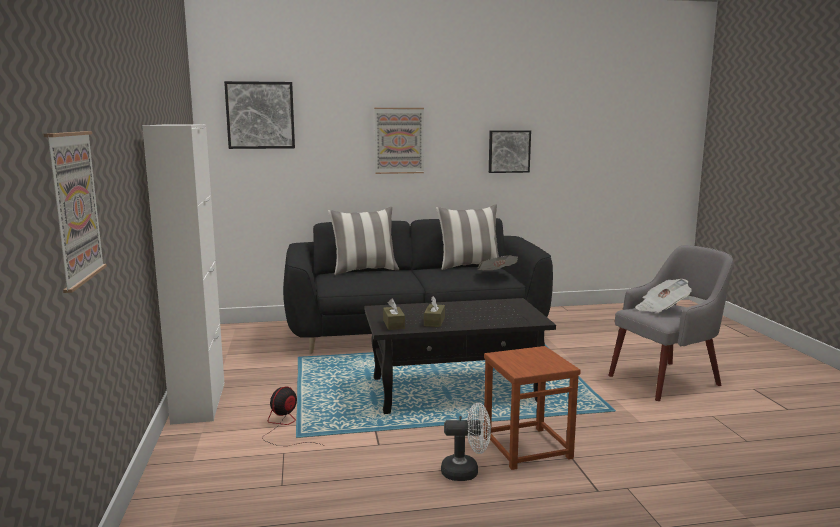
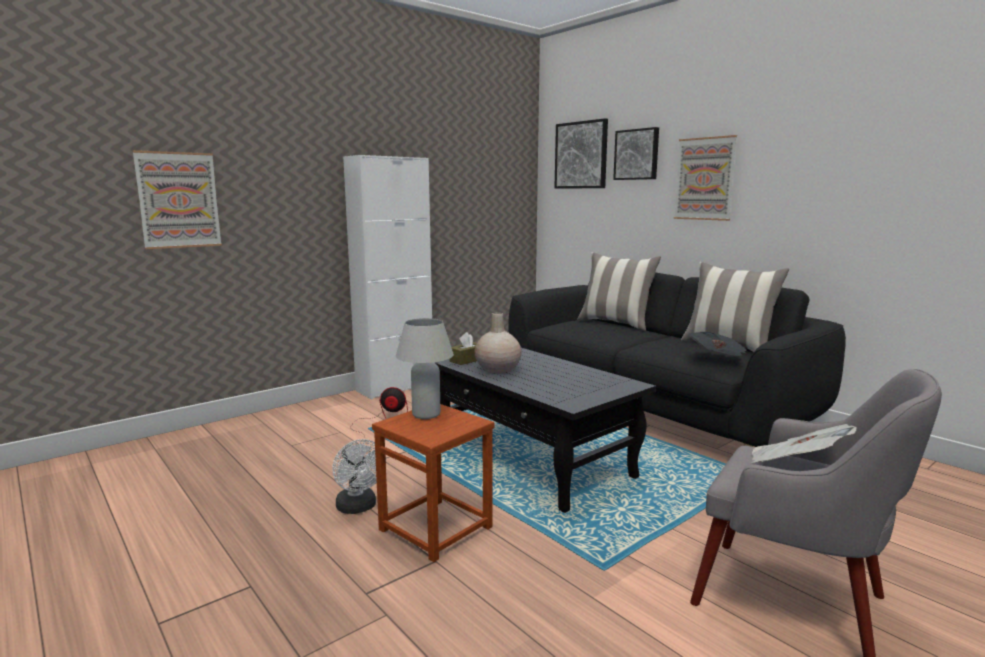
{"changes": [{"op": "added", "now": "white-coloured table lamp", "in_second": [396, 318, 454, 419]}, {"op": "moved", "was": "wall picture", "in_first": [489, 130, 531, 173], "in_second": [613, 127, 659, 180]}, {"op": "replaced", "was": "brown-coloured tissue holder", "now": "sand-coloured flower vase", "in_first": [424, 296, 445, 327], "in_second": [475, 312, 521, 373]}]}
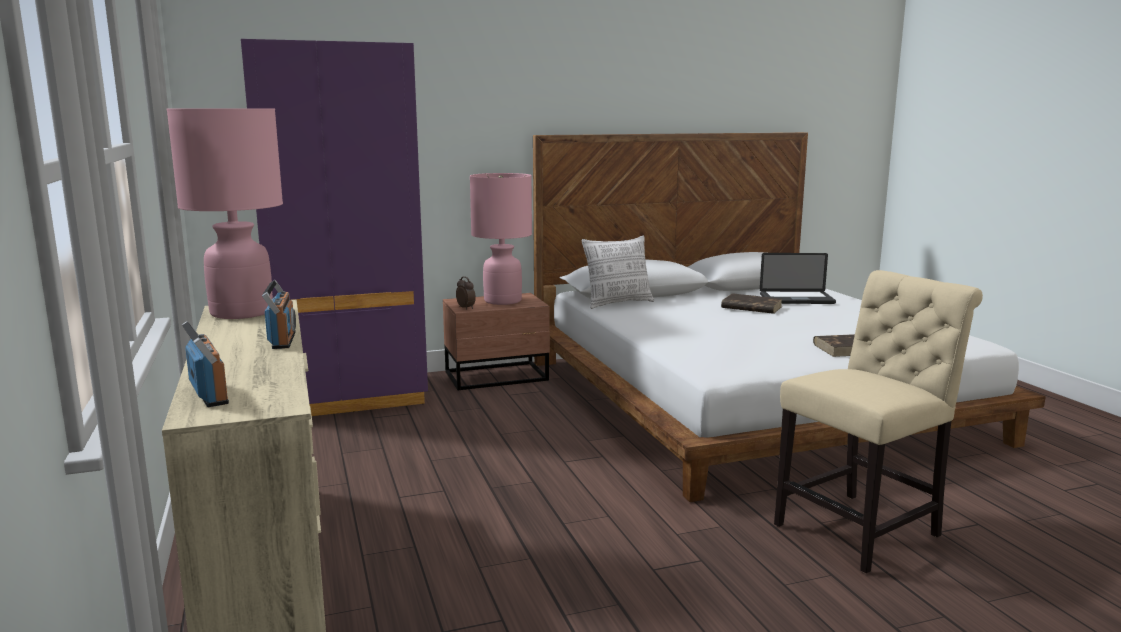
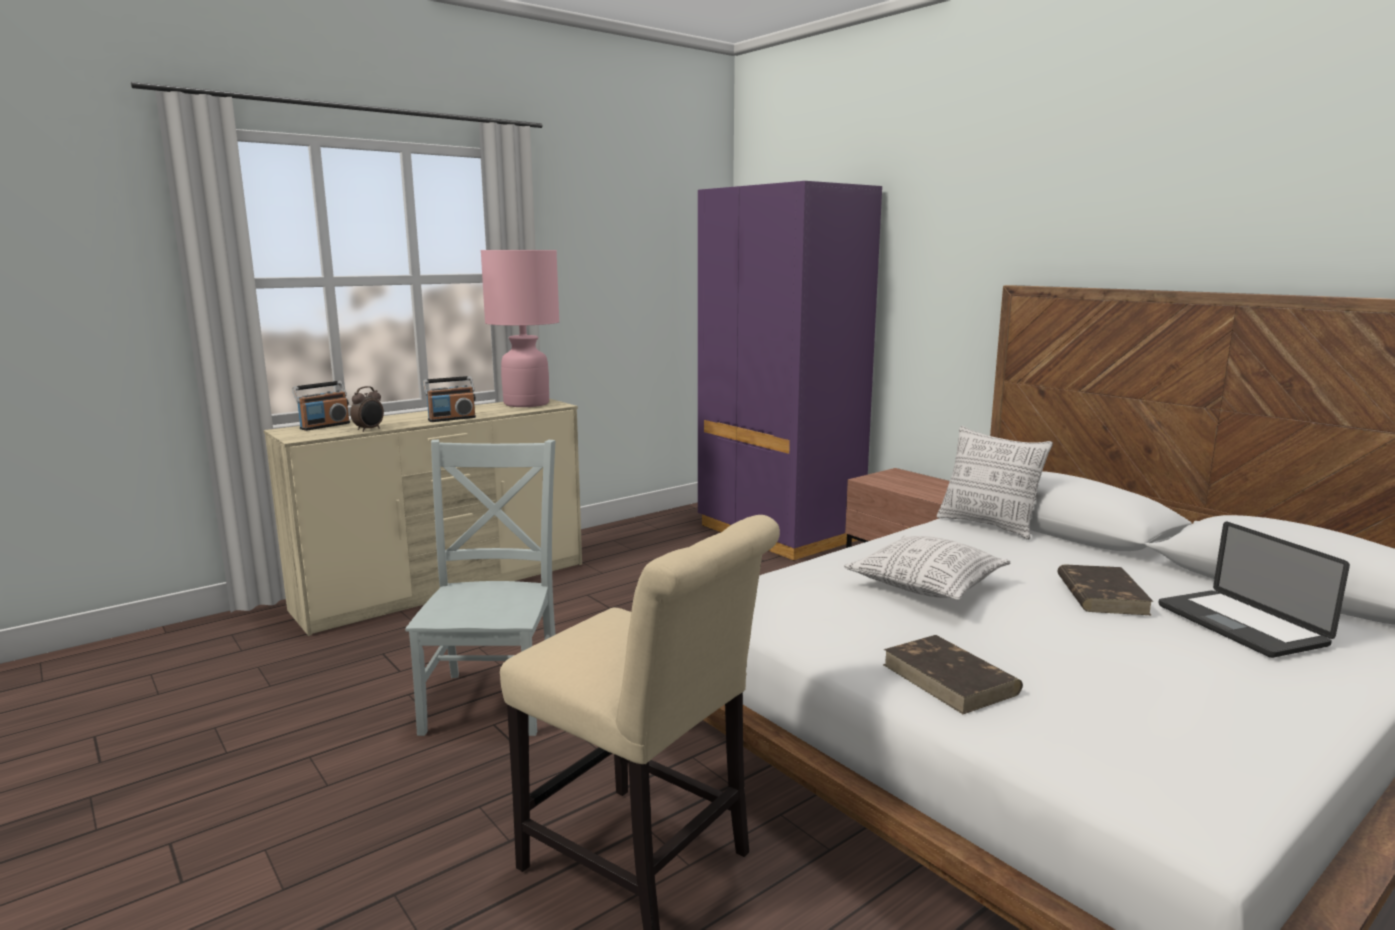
{"changes": [{"op": "removed", "was": "pinkish table lamp", "in_first": [470, 173, 532, 305]}, {"op": "added", "now": "grey chair", "in_second": [405, 440, 556, 736]}, {"op": "added", "now": "cushion", "in_second": [844, 536, 1011, 600]}, {"op": "moved", "was": "table clock", "in_first": [456, 276, 476, 309], "in_second": [350, 386, 384, 432]}]}
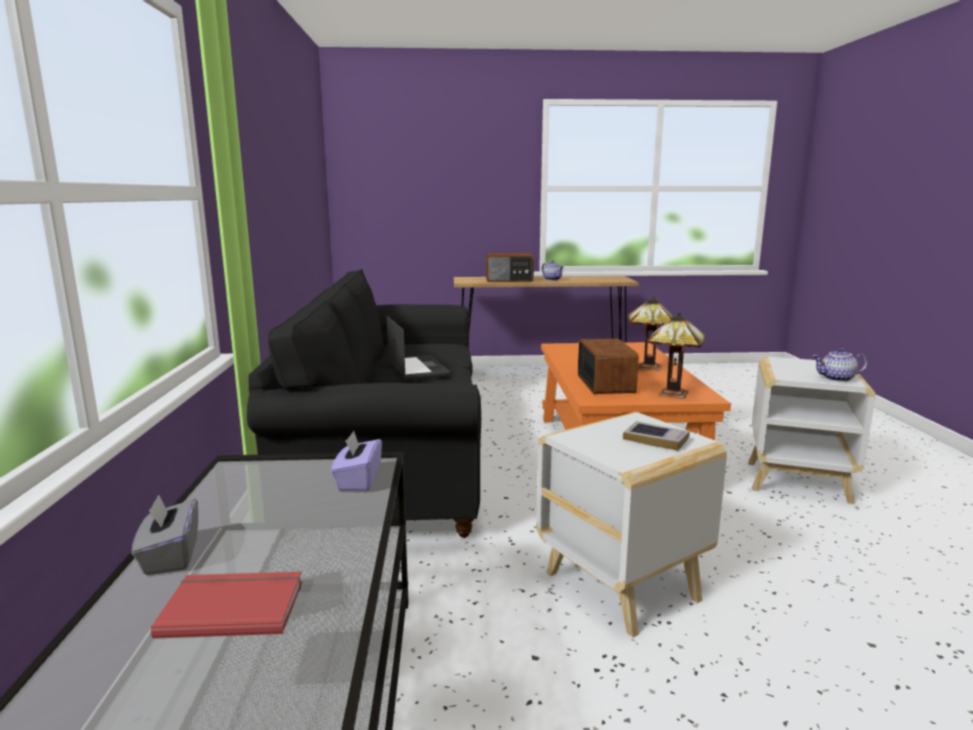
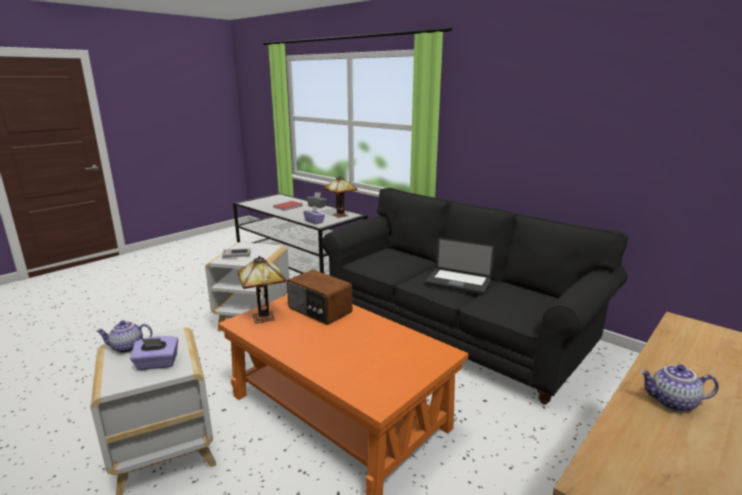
{"changes": [{"op": "removed", "was": "radio receiver", "in_first": [486, 253, 534, 282]}, {"op": "added", "now": "purple-coloured tissue holder", "in_second": [130, 336, 178, 370]}, {"op": "moved", "was": "table lamp", "in_first": [628, 296, 673, 371], "in_second": [324, 176, 357, 218]}, {"op": "turned", "was": "pot for tea", "in_first": [813, 348, 868, 382], "in_second": [96, 320, 152, 353], "clockwise": -150}]}
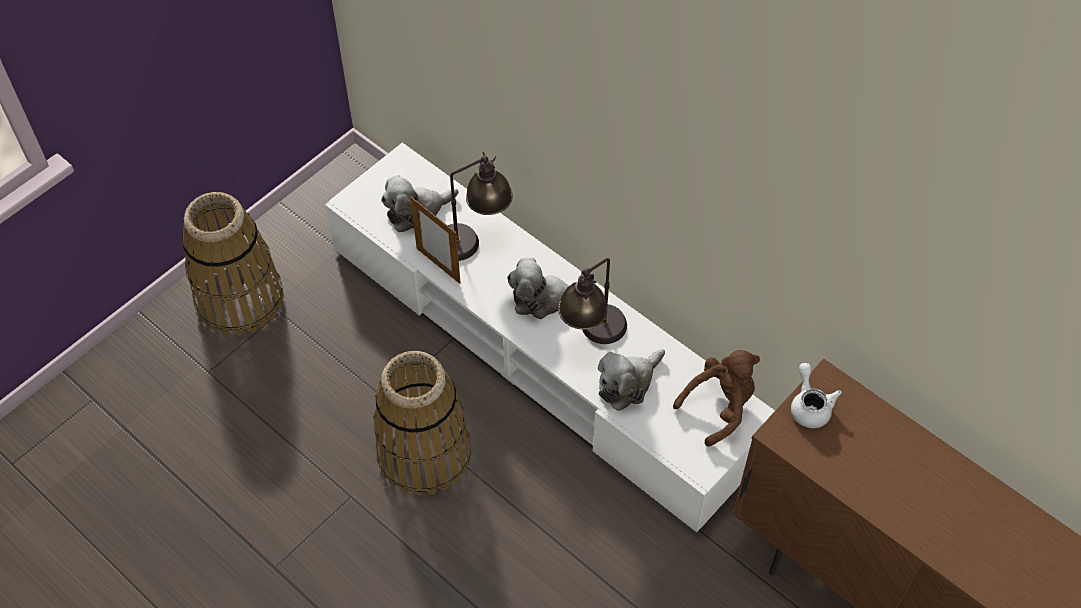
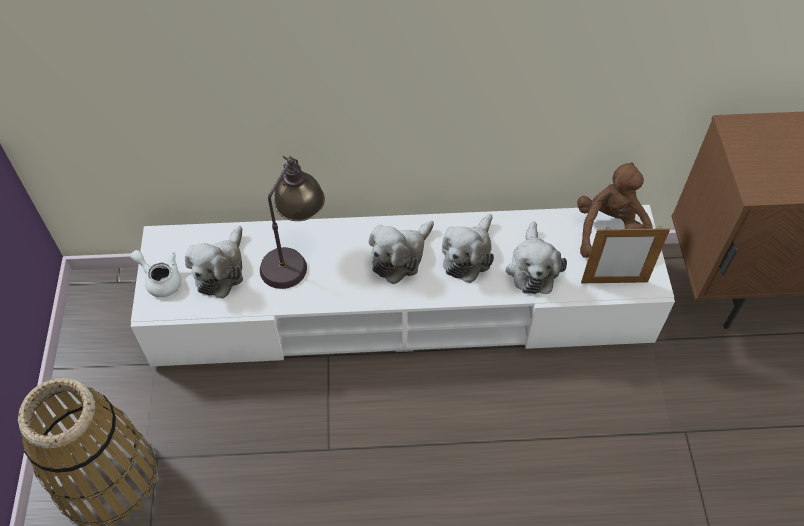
{"changes": [{"op": "removed", "was": "storage basket", "in_first": [374, 351, 471, 496]}, {"op": "moved", "was": "photo frame", "in_first": [410, 197, 461, 284], "in_second": [581, 226, 670, 283]}, {"op": "moved", "was": "white-coloured pot for tea", "in_first": [791, 363, 842, 428], "in_second": [130, 250, 182, 297]}, {"op": "replaced", "was": "table lamp", "now": "plush toy", "in_first": [558, 258, 627, 344], "in_second": [442, 214, 494, 283]}]}
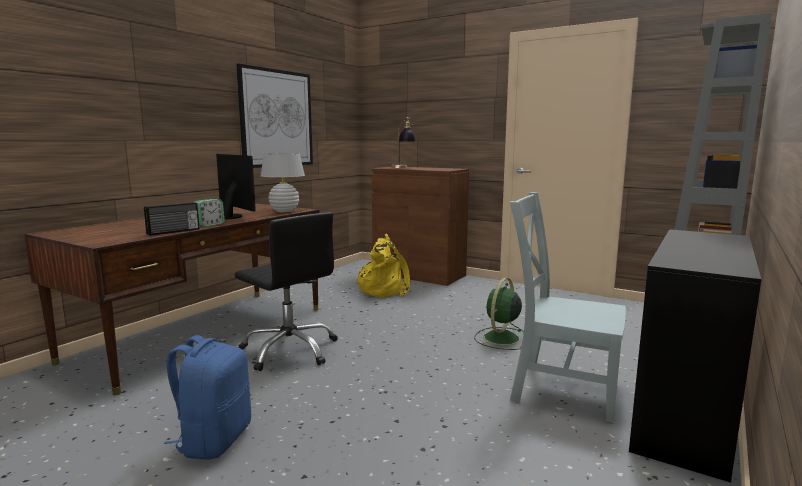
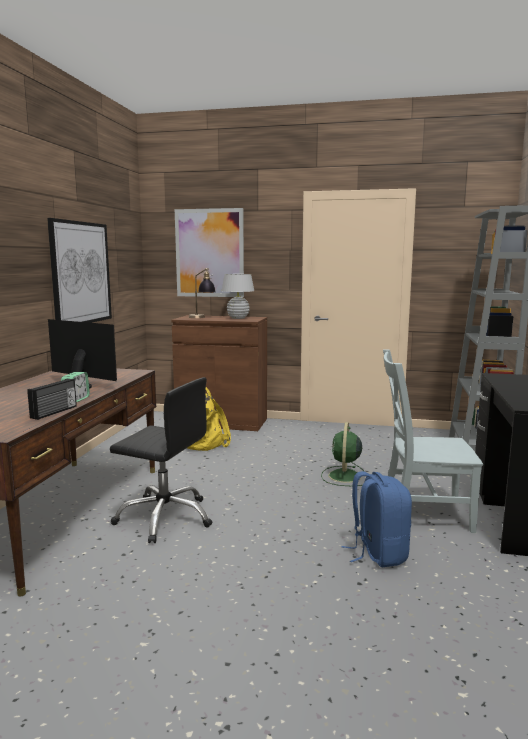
{"changes": [{"op": "added", "now": "wall picture", "in_second": [175, 208, 244, 297]}, {"op": "moved", "was": "bluish knapsack", "in_first": [164, 335, 251, 460], "in_second": [341, 471, 412, 567]}, {"op": "moved", "was": "white-coloured table lamp", "in_first": [261, 153, 305, 212], "in_second": [222, 274, 254, 319]}]}
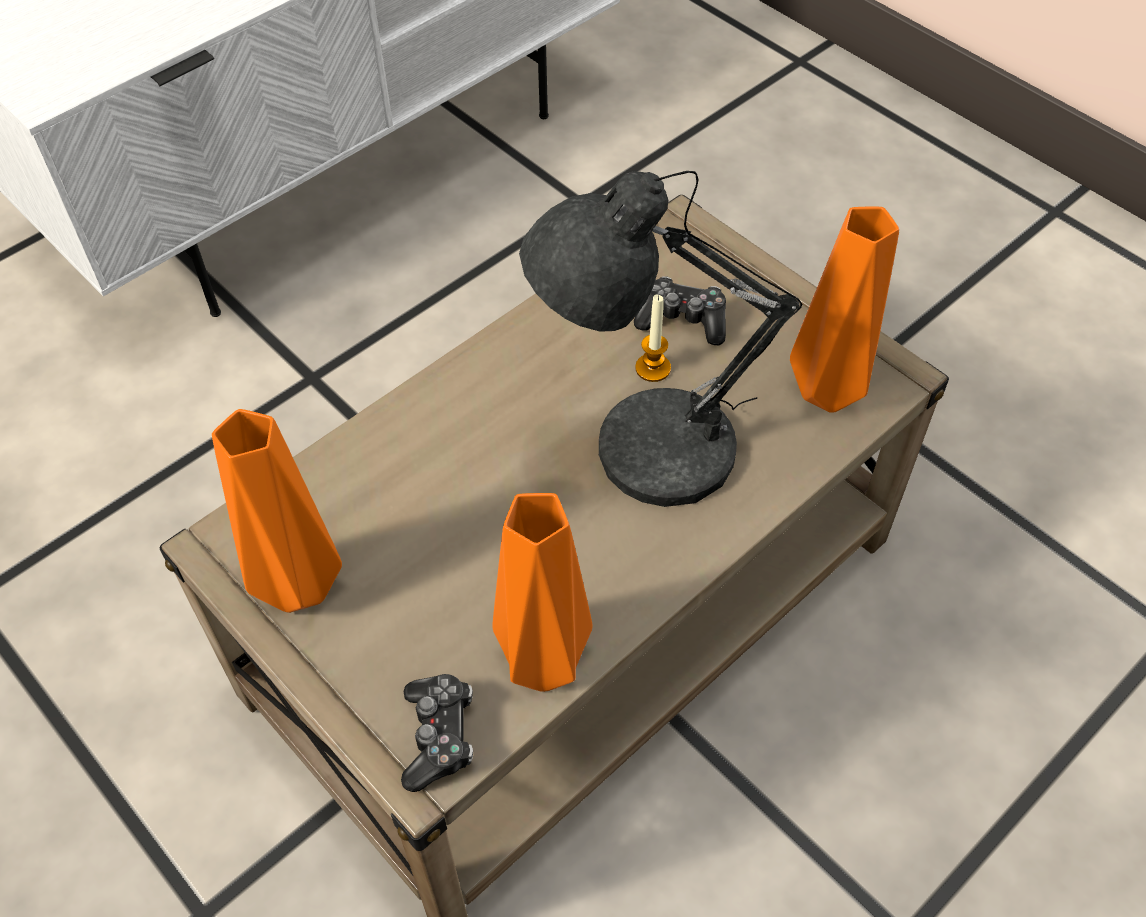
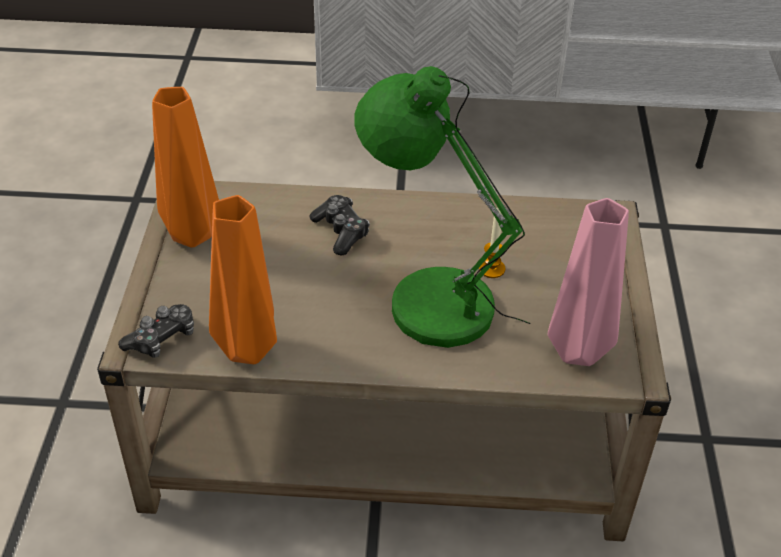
{"changes": [{"op": "moved", "was": "game controller", "in_first": [634, 277, 726, 345], "in_second": [309, 195, 370, 256]}, {"op": "recoloured", "was": "grey table lamp", "now": "green table lamp", "in_first": [519, 171, 802, 507], "in_second": [354, 66, 531, 348]}, {"op": "recoloured", "was": "orange flower vase", "now": "pinkish flower vase", "in_first": [790, 207, 899, 413], "in_second": [548, 198, 629, 366]}]}
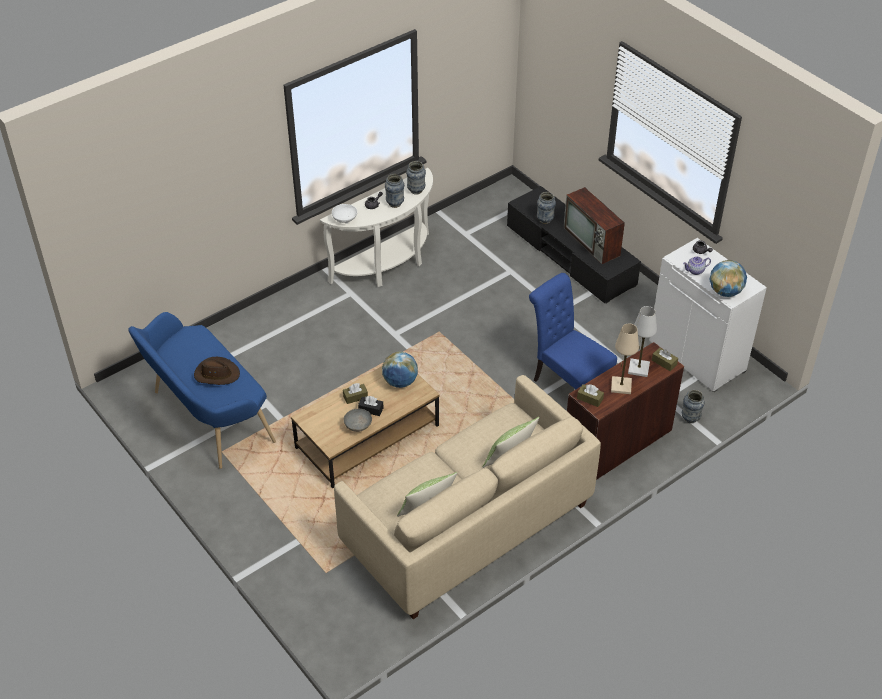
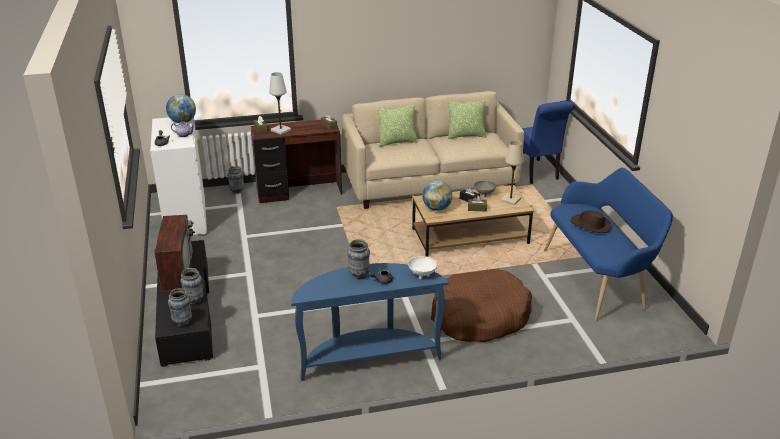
{"changes": [{"op": "added", "now": "brown-coloured pet bed", "in_second": [431, 269, 532, 342]}, {"op": "moved", "was": "flower vase", "in_first": [406, 161, 426, 195], "in_second": [168, 288, 192, 327]}, {"op": "moved", "was": "bluish chair", "in_first": [529, 273, 617, 389], "in_second": [522, 101, 574, 184]}, {"op": "moved", "was": "sand-coloured table lamp", "in_first": [611, 323, 639, 394], "in_second": [501, 140, 524, 205]}, {"op": "recoloured", "was": "white-coloured narrow table", "now": "bluish narrow table", "in_first": [320, 168, 433, 287], "in_second": [291, 263, 449, 381]}]}
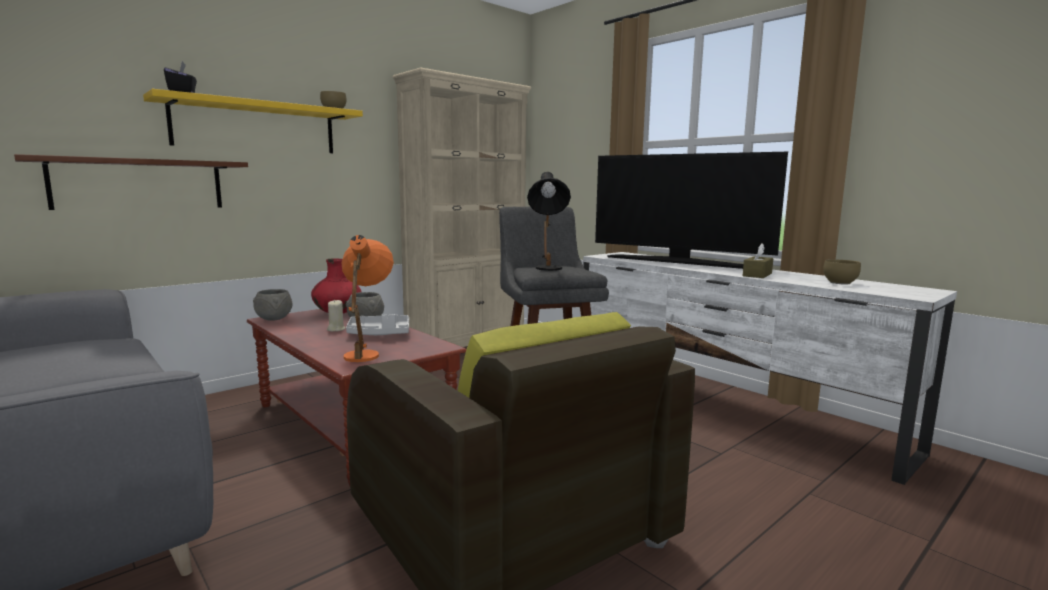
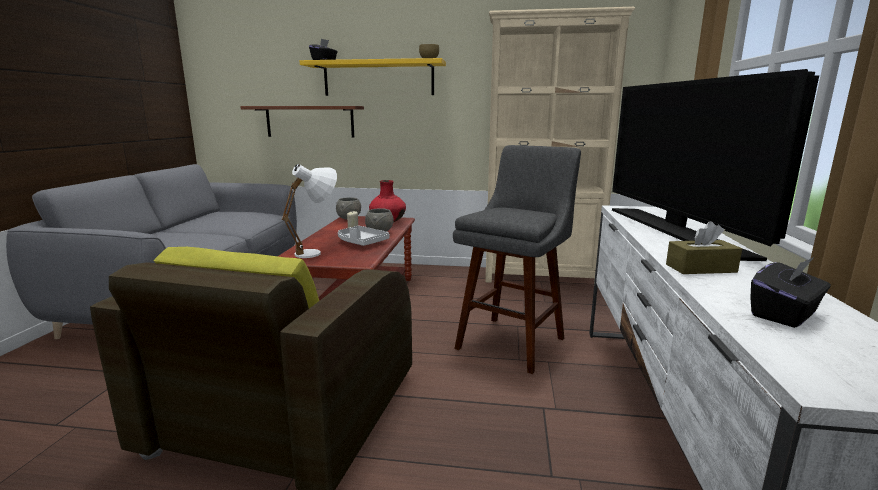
{"changes": [{"op": "removed", "was": "black-coloured table lamp", "in_first": [527, 172, 571, 271]}, {"op": "replaced", "was": "brown-coloured bowl", "now": "black-coloured tissue holder", "in_first": [823, 259, 861, 284], "in_second": [750, 257, 831, 328]}, {"op": "recoloured", "was": "orange table lamp", "now": "white-coloured table lamp", "in_first": [341, 235, 394, 362], "in_second": [282, 164, 337, 258]}]}
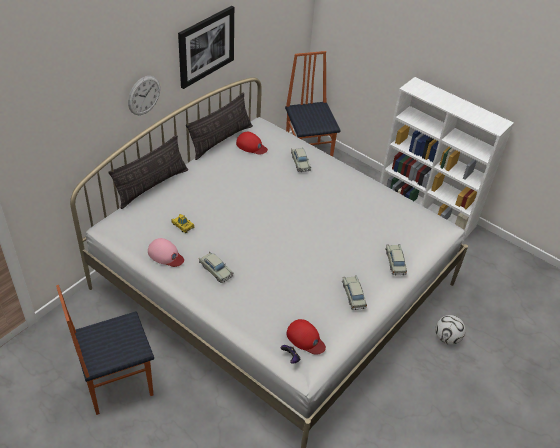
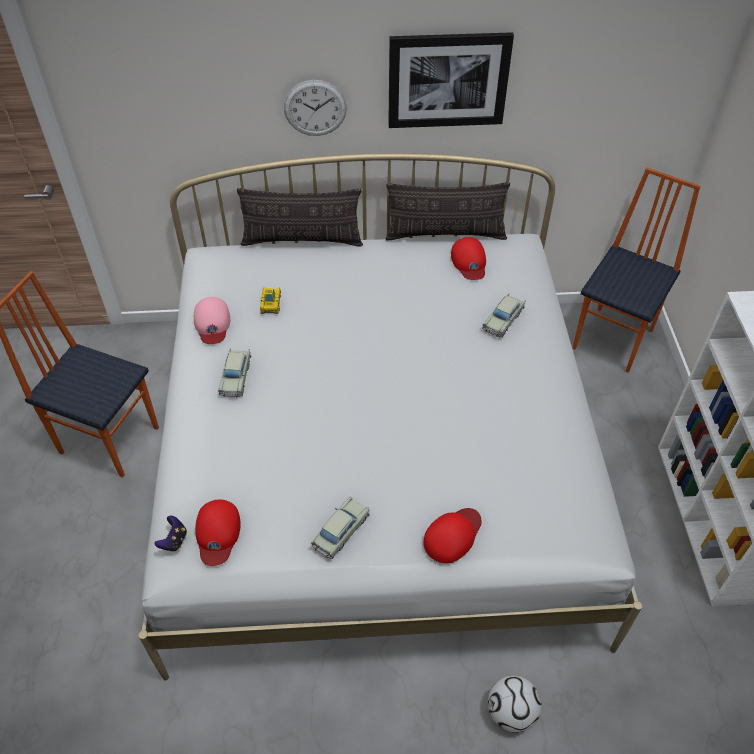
{"changes": [{"op": "replaced", "was": "sand-coloured toy car", "now": "red-coloured cap", "in_first": [385, 244, 407, 275], "in_second": [423, 508, 481, 564]}]}
